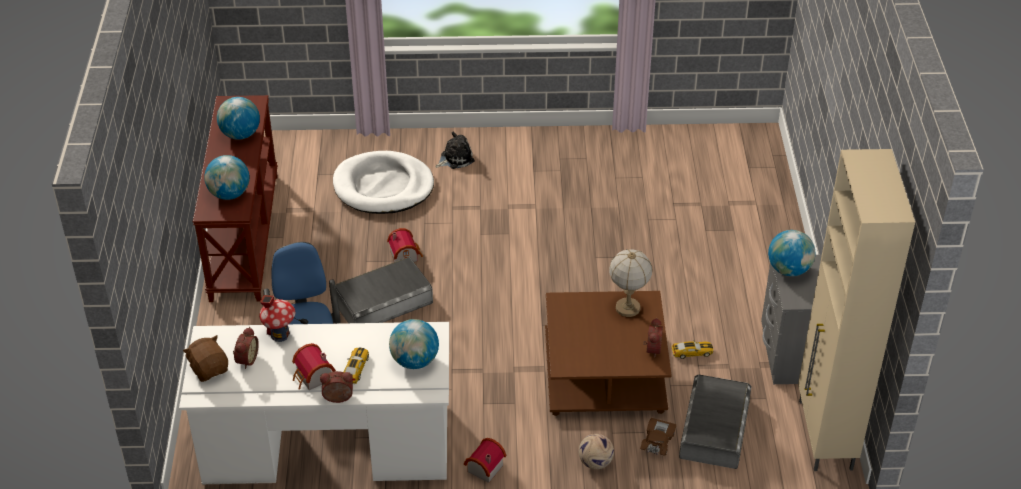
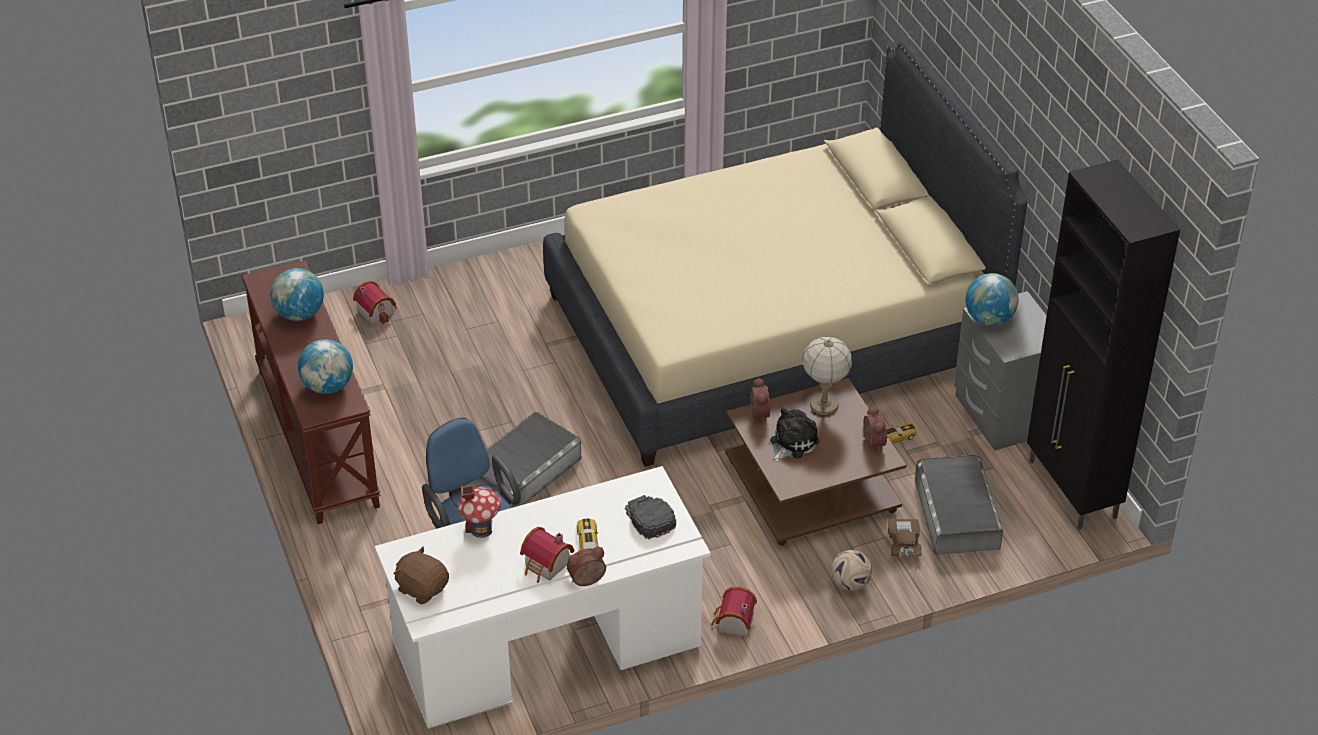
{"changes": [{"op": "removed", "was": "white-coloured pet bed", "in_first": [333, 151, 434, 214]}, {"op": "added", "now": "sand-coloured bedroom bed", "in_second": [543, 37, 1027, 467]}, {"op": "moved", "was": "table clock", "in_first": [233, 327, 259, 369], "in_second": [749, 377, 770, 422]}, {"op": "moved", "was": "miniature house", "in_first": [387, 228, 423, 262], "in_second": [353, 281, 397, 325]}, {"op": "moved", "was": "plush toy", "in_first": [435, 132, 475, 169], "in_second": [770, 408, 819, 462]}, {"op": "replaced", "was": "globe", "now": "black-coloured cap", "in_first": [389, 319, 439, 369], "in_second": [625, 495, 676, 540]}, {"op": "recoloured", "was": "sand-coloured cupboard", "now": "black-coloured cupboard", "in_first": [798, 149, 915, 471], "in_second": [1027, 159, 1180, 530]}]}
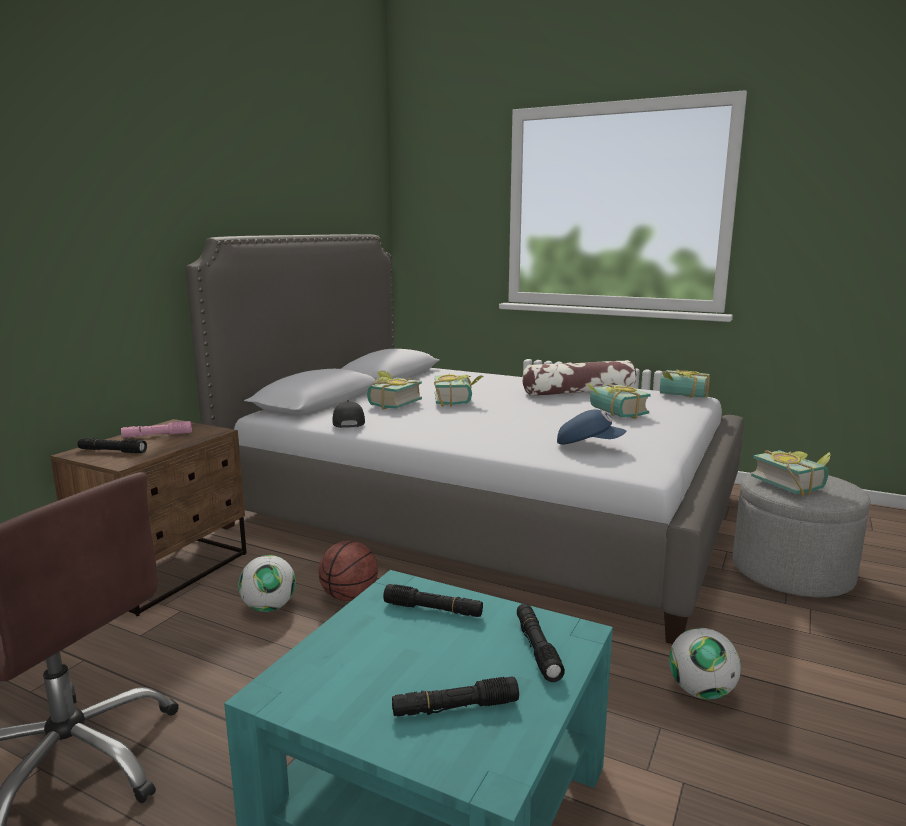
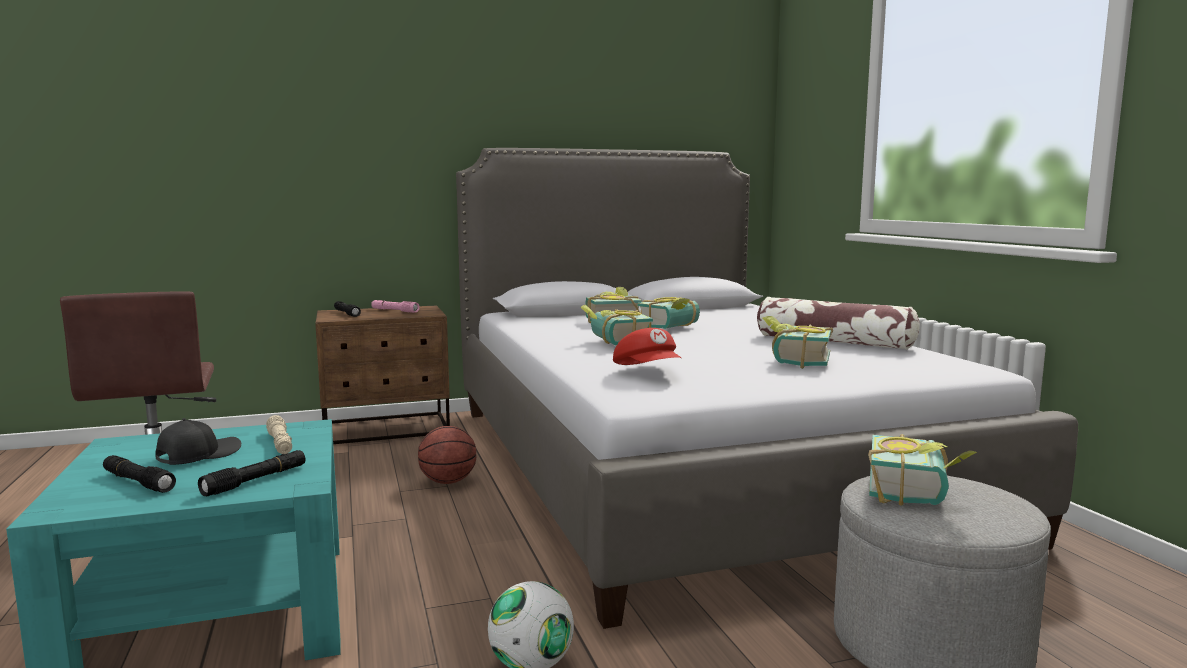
{"changes": [{"op": "removed", "was": "football", "in_first": [238, 555, 296, 612]}, {"op": "moved", "was": "black-coloured cap", "in_first": [332, 400, 365, 428], "in_second": [155, 418, 241, 465]}, {"op": "moved", "was": "volume", "in_first": [660, 369, 710, 398], "in_second": [580, 305, 653, 345]}, {"op": "recoloured", "was": "black-coloured hand torch", "now": "sand-coloured hand torch", "in_first": [383, 584, 483, 617], "in_second": [266, 415, 292, 454]}, {"op": "recoloured", "was": "bluish cap", "now": "red-coloured cap", "in_first": [557, 409, 627, 444], "in_second": [613, 328, 681, 365]}]}
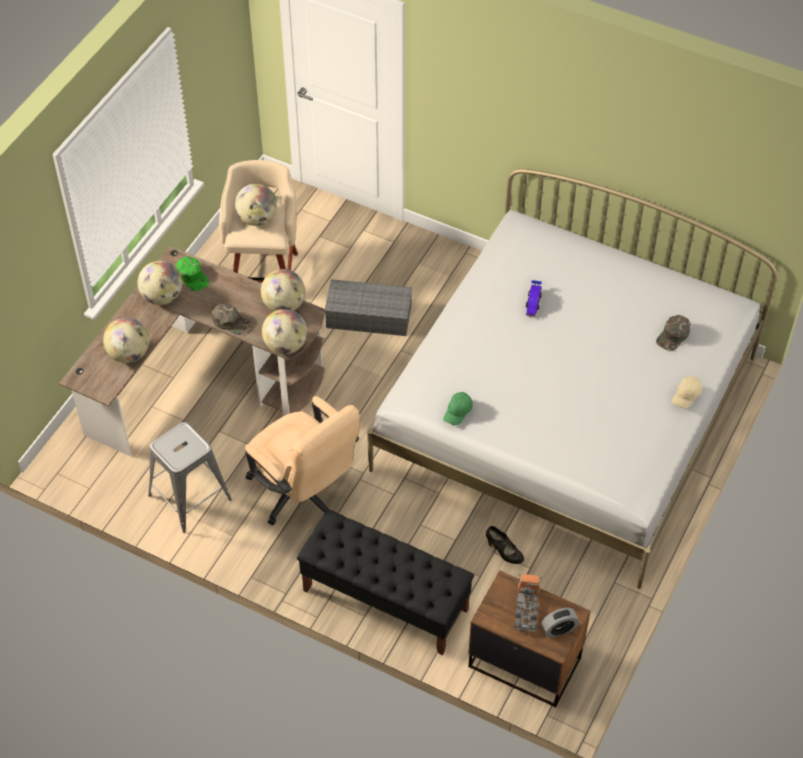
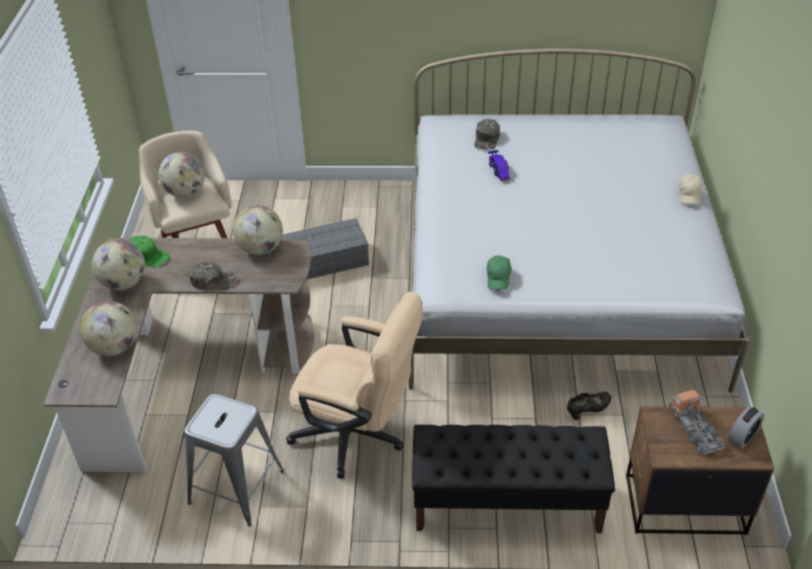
{"changes": [{"op": "removed", "was": "globe", "in_first": [262, 309, 307, 354]}, {"op": "moved", "was": "green cap", "in_first": [656, 315, 690, 351], "in_second": [474, 119, 500, 150]}, {"op": "turned", "was": "black-coloured shoe", "in_first": [486, 526, 524, 564], "in_second": [567, 392, 611, 420], "clockwise": -45}]}
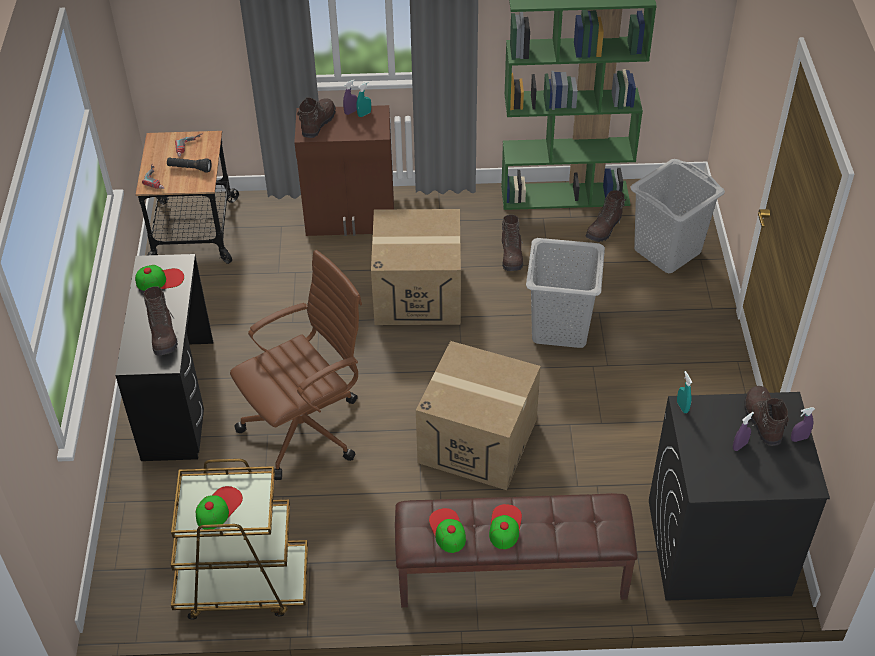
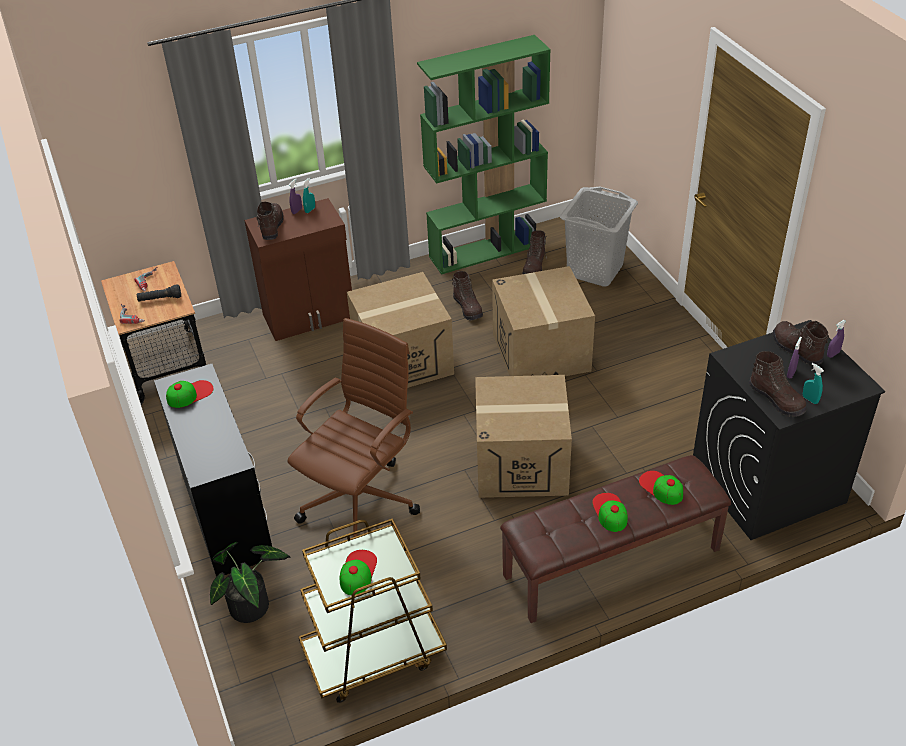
{"changes": [{"op": "added", "now": "potted plant", "in_second": [210, 542, 290, 623]}, {"op": "moved", "was": "brown-coloured boot", "in_first": [144, 286, 178, 355], "in_second": [749, 351, 807, 417]}, {"op": "moved", "was": "cap", "in_first": [429, 508, 466, 553], "in_second": [639, 471, 683, 505]}, {"op": "moved", "was": "turquoise hand sprayer", "in_first": [677, 371, 692, 413], "in_second": [803, 363, 824, 404]}, {"op": "replaced", "was": "grey hamper", "now": "carton", "in_first": [526, 238, 605, 348], "in_second": [492, 266, 595, 376]}]}
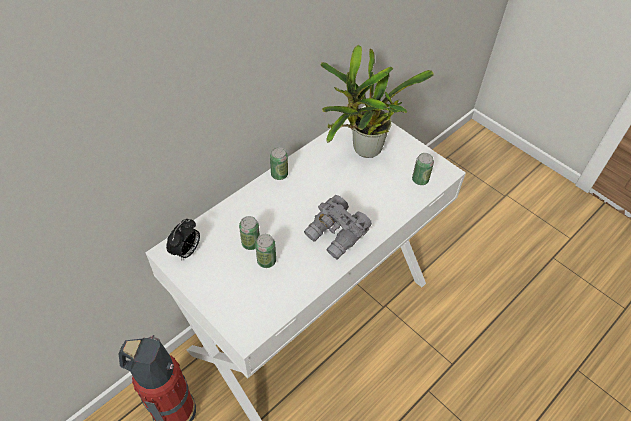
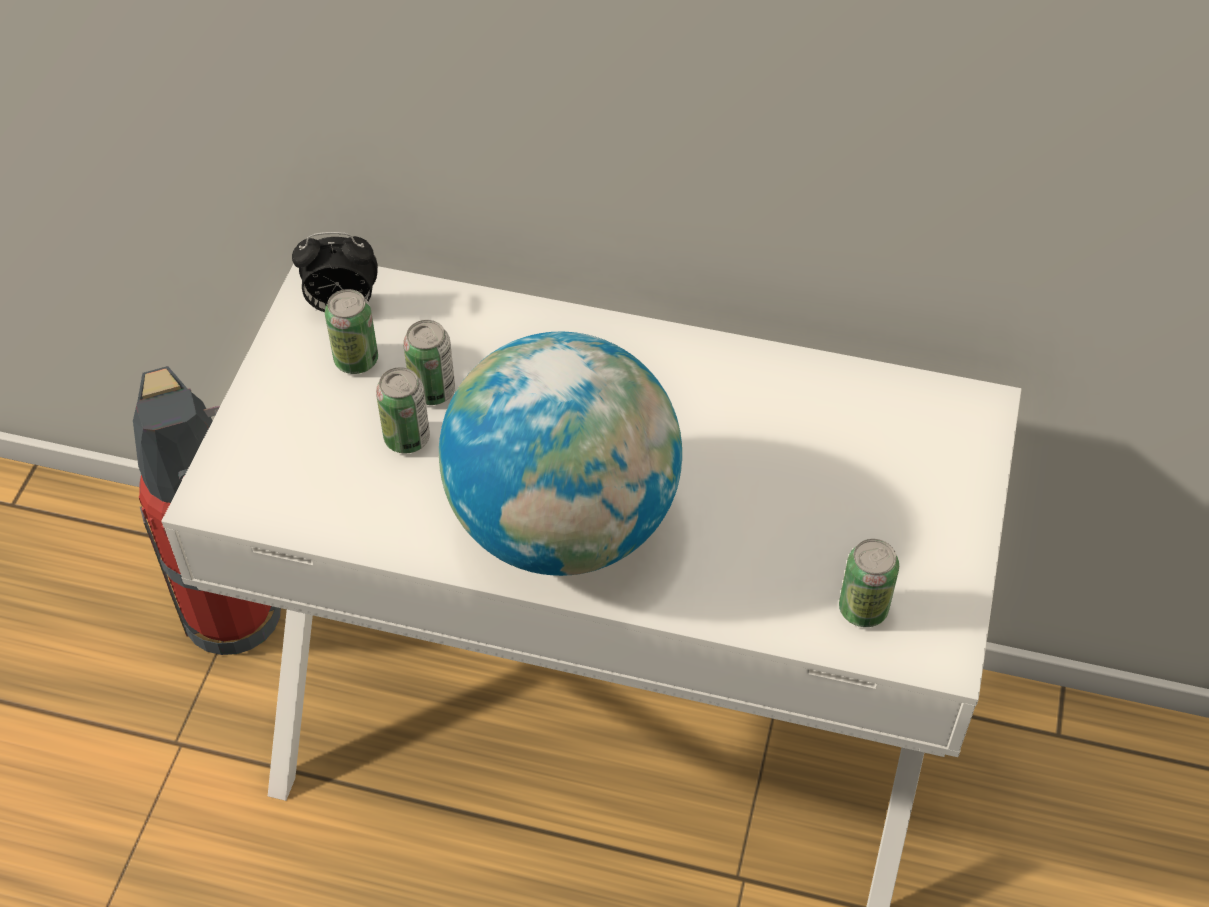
{"changes": [{"op": "removed", "was": "potted plant", "in_first": [321, 44, 434, 158]}, {"op": "moved", "was": "can", "in_first": [270, 147, 288, 180], "in_second": [325, 289, 378, 374]}, {"op": "replaced", "was": "grey field glasses", "now": "globe", "in_first": [304, 195, 372, 260], "in_second": [439, 332, 682, 576]}]}
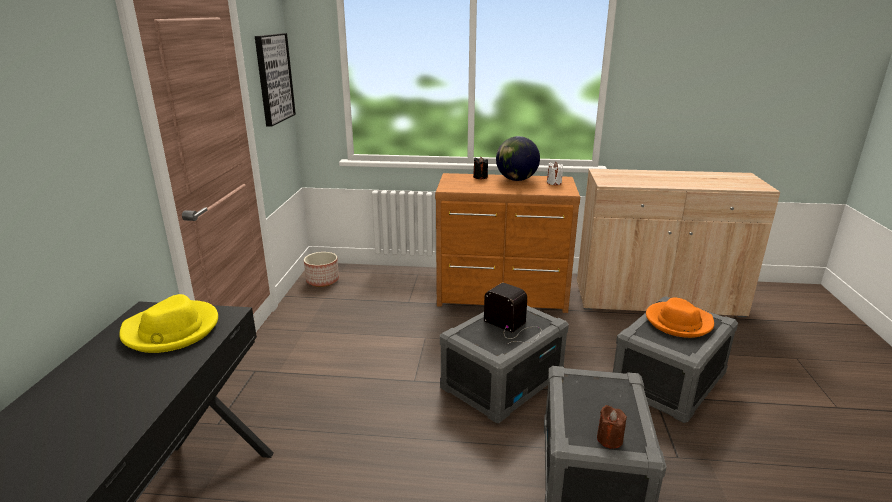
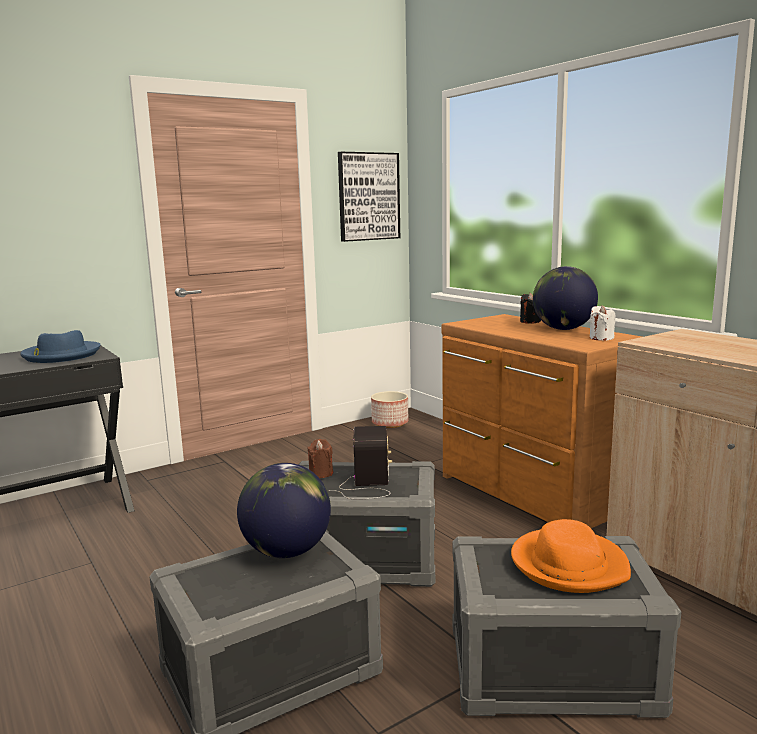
{"changes": [{"op": "added", "now": "globe", "in_second": [237, 463, 331, 558]}, {"op": "moved", "was": "brown-coloured wax candle", "in_first": [597, 405, 627, 449], "in_second": [307, 439, 333, 478]}, {"op": "recoloured", "was": "yellowish wearable hat", "now": "bluish wearable hat", "in_first": [119, 294, 218, 353], "in_second": [20, 330, 101, 363]}]}
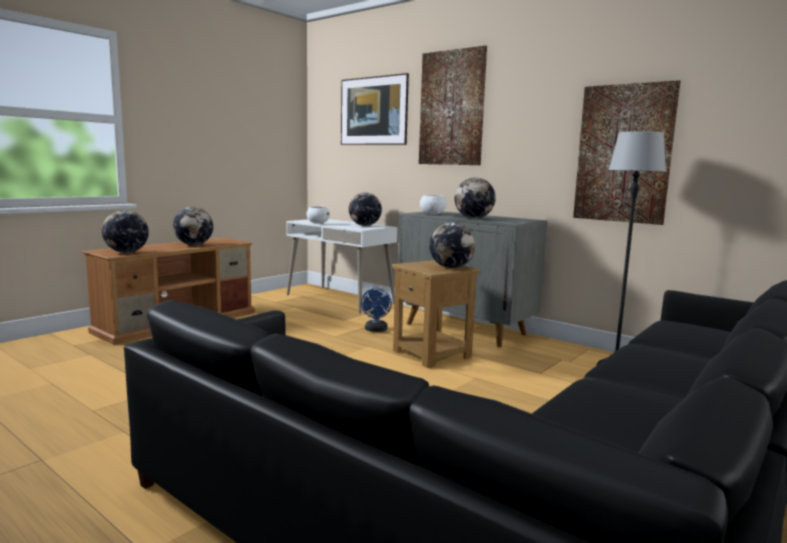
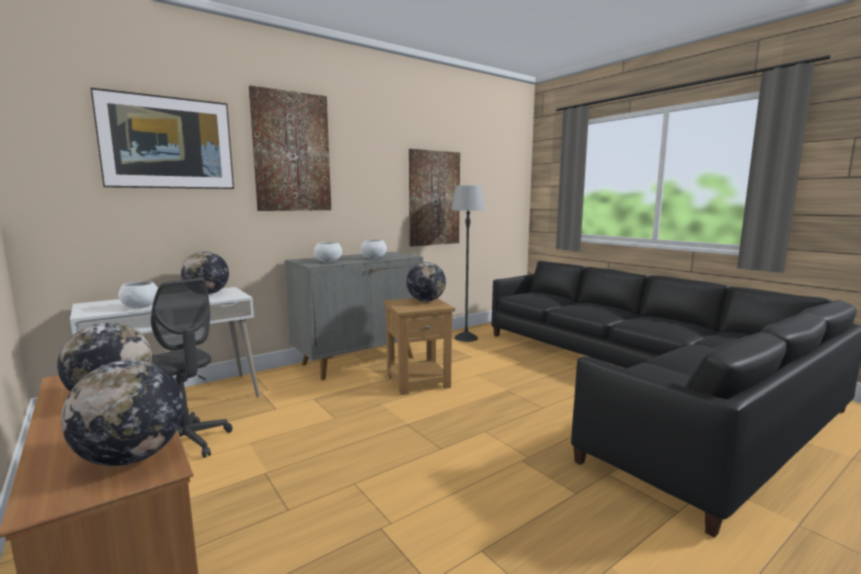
{"changes": [{"op": "removed", "was": "bluish fan", "in_first": [361, 288, 392, 332]}, {"op": "added", "now": "grey computer chair", "in_second": [151, 278, 232, 458]}, {"op": "replaced", "was": "globe", "now": "white-coloured bowl", "in_first": [455, 178, 496, 219], "in_second": [360, 240, 387, 259]}]}
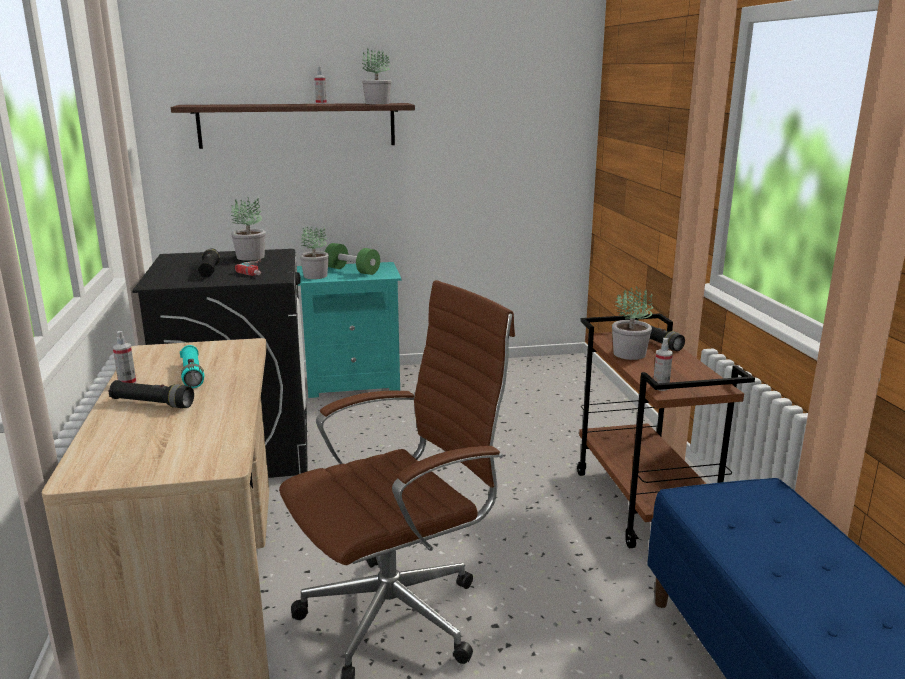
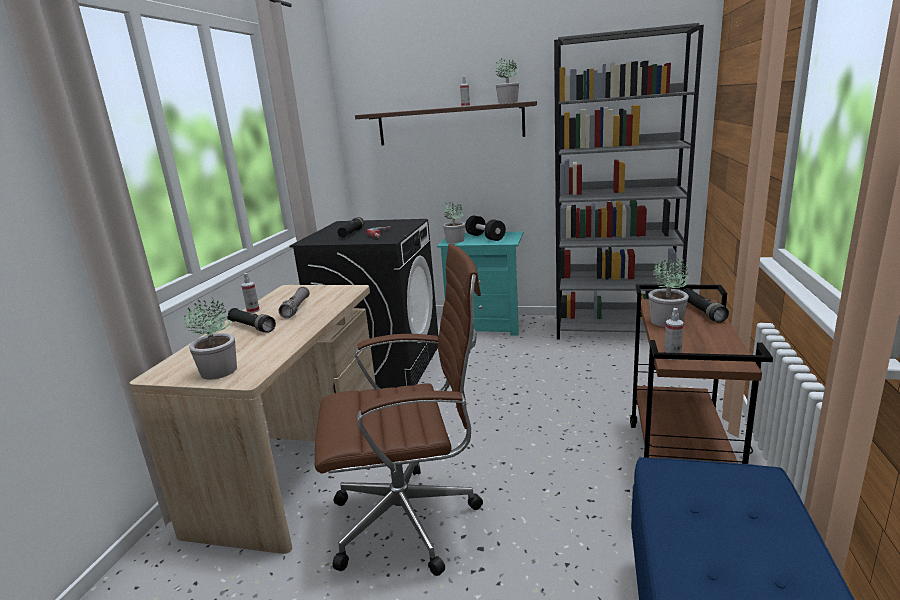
{"changes": [{"op": "added", "now": "grey bookcase", "in_second": [554, 23, 704, 339]}, {"op": "moved", "was": "potted plant", "in_first": [231, 197, 266, 261], "in_second": [184, 299, 237, 380]}, {"op": "recoloured", "was": "turquoise hand torch", "now": "grey hand torch", "in_first": [180, 345, 204, 388], "in_second": [279, 287, 310, 318]}, {"op": "recoloured", "was": "green dumbbell", "now": "black-coloured dumbbell", "in_first": [325, 243, 380, 275], "in_second": [465, 216, 506, 241]}]}
